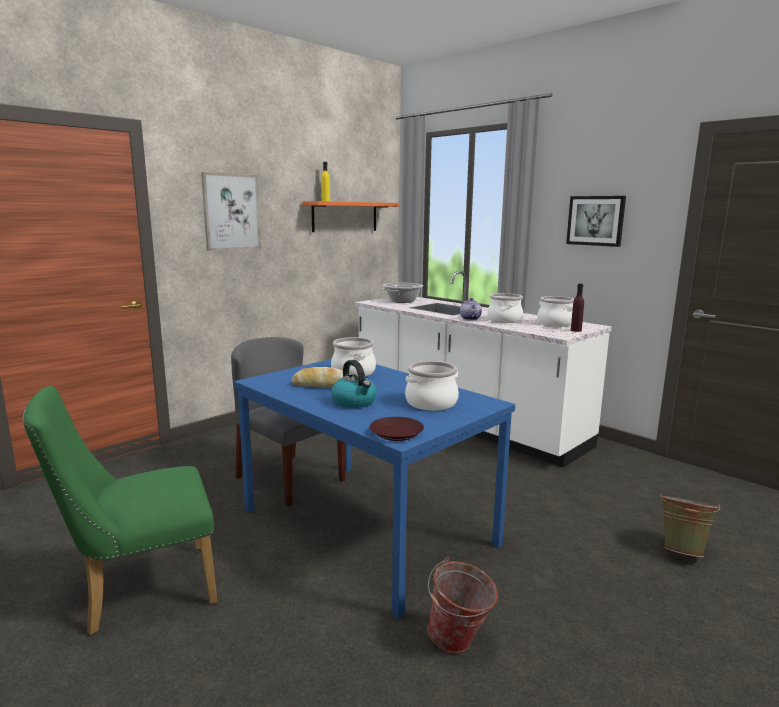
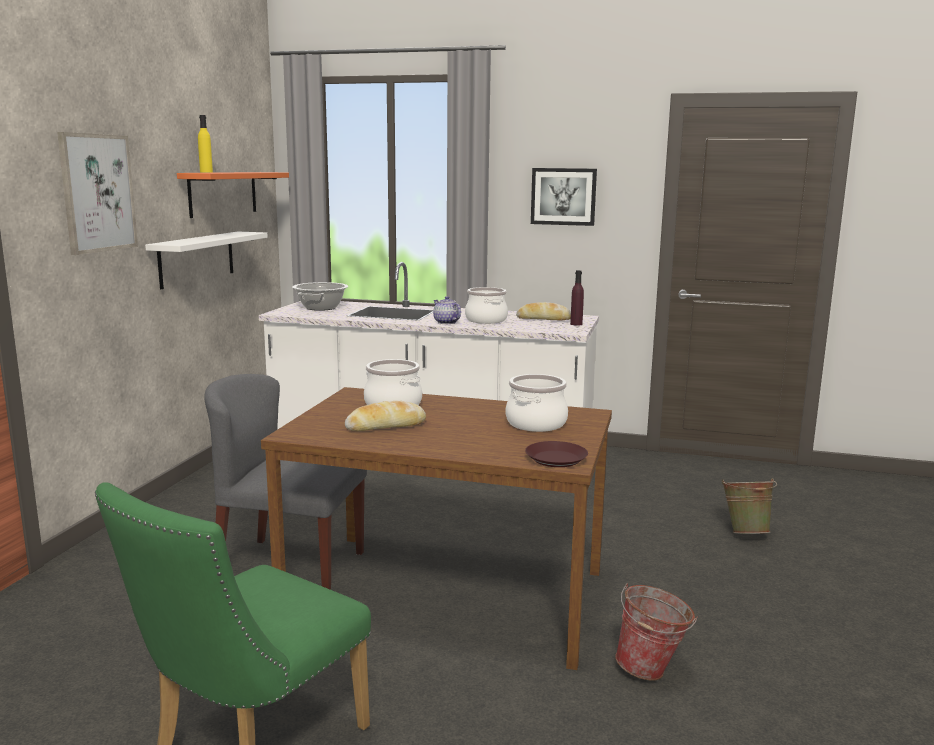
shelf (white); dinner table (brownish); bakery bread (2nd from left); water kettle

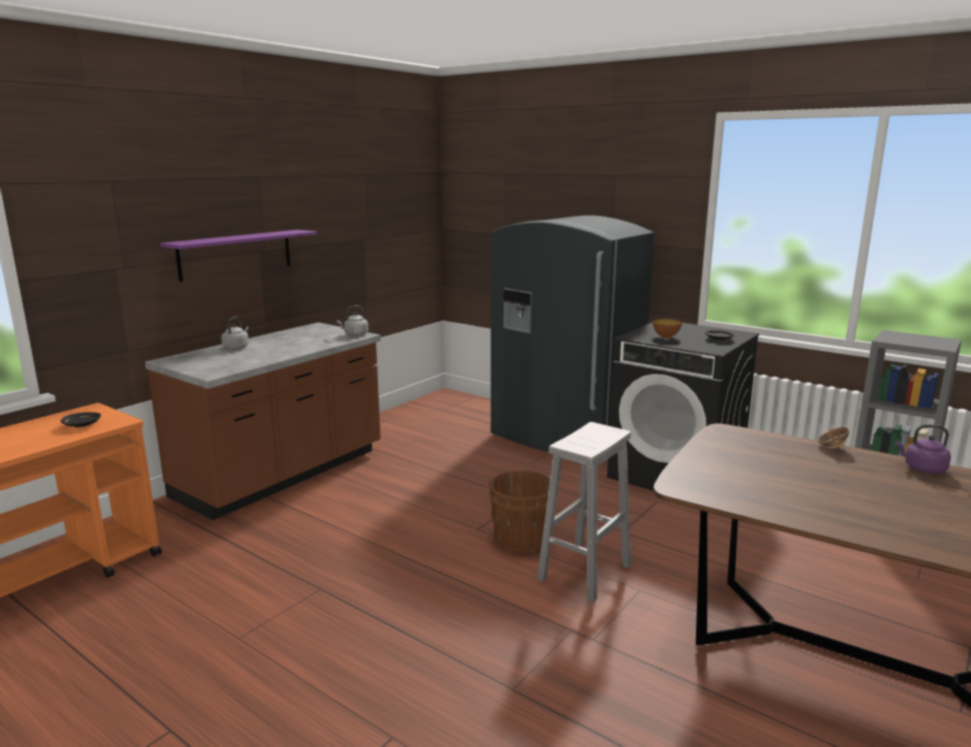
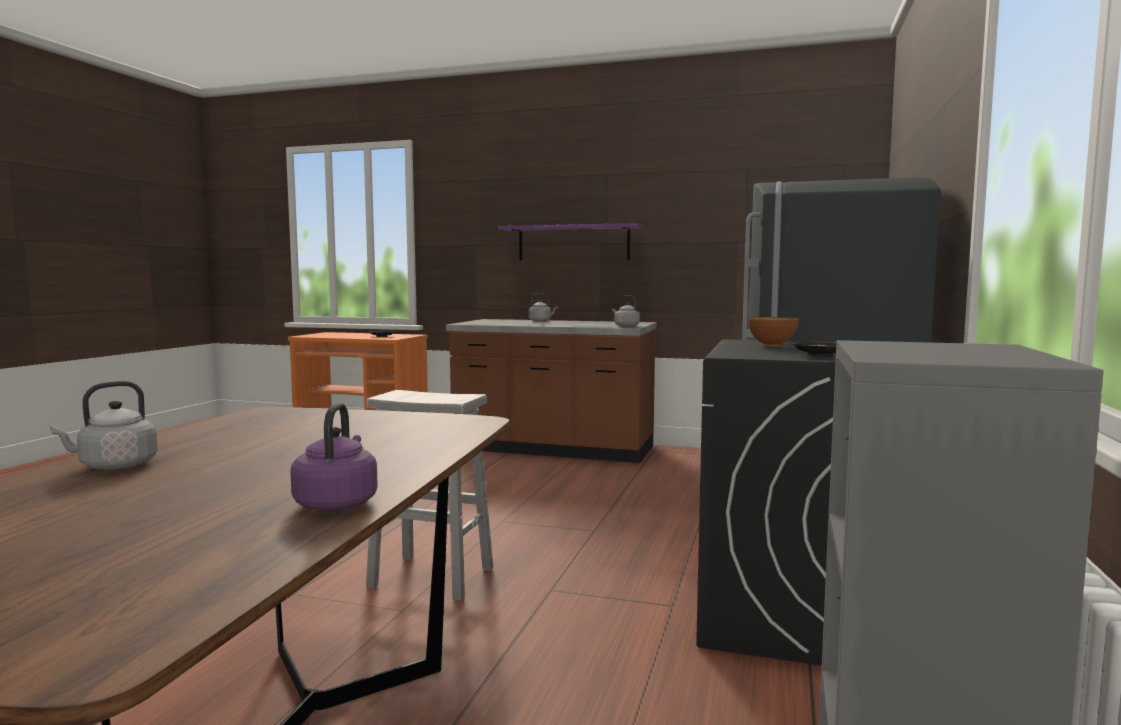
water kettle (gray) (1st from left); pail (brownish); bowl (2nd from left in the first image)

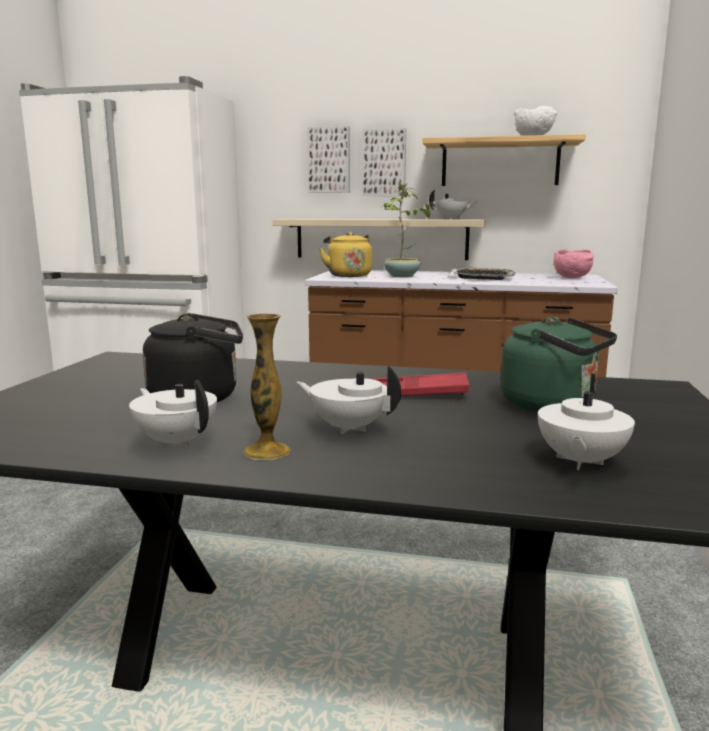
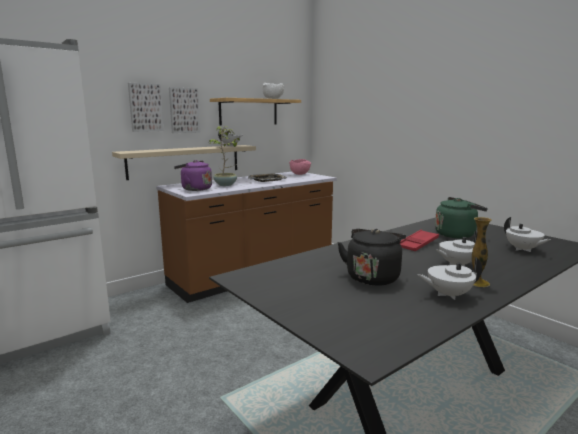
water kettle (purplish)

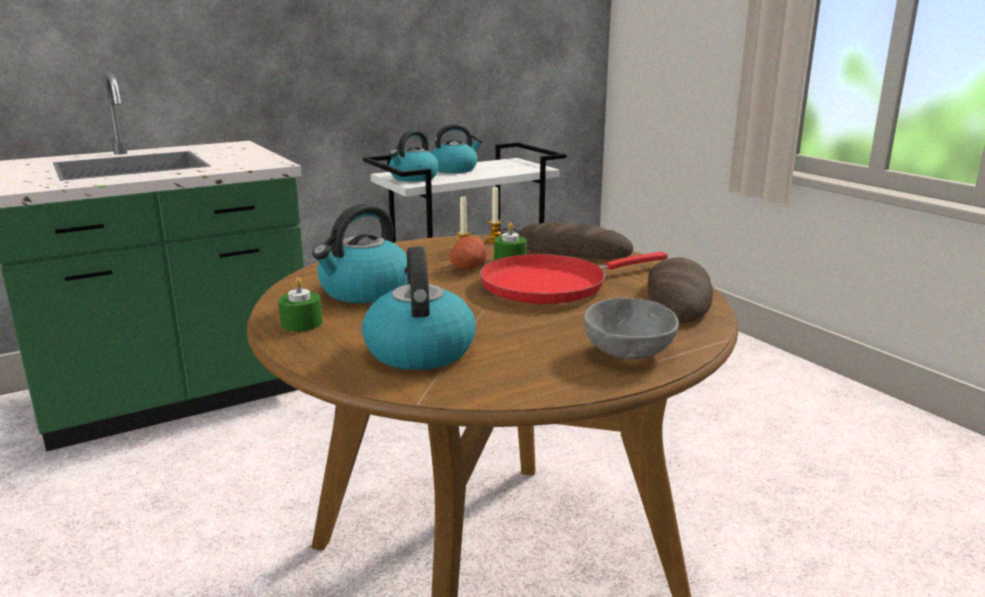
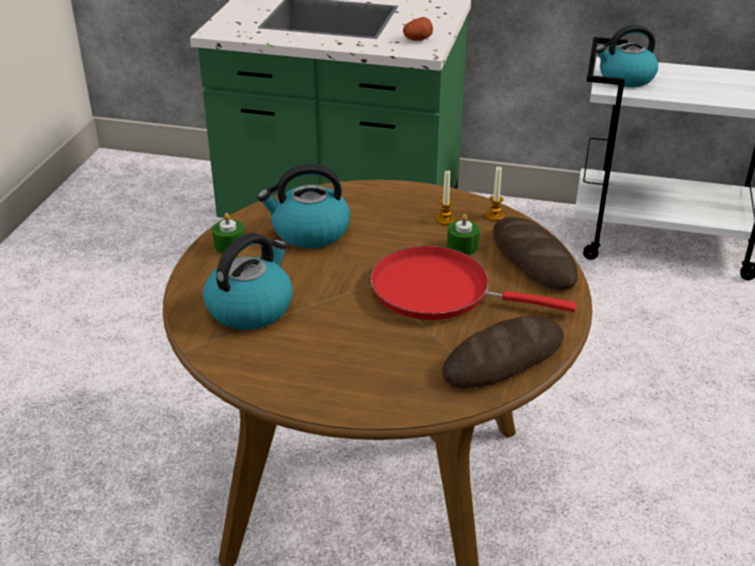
potato; water kettle (4th from left in the first image); bowl (gray)

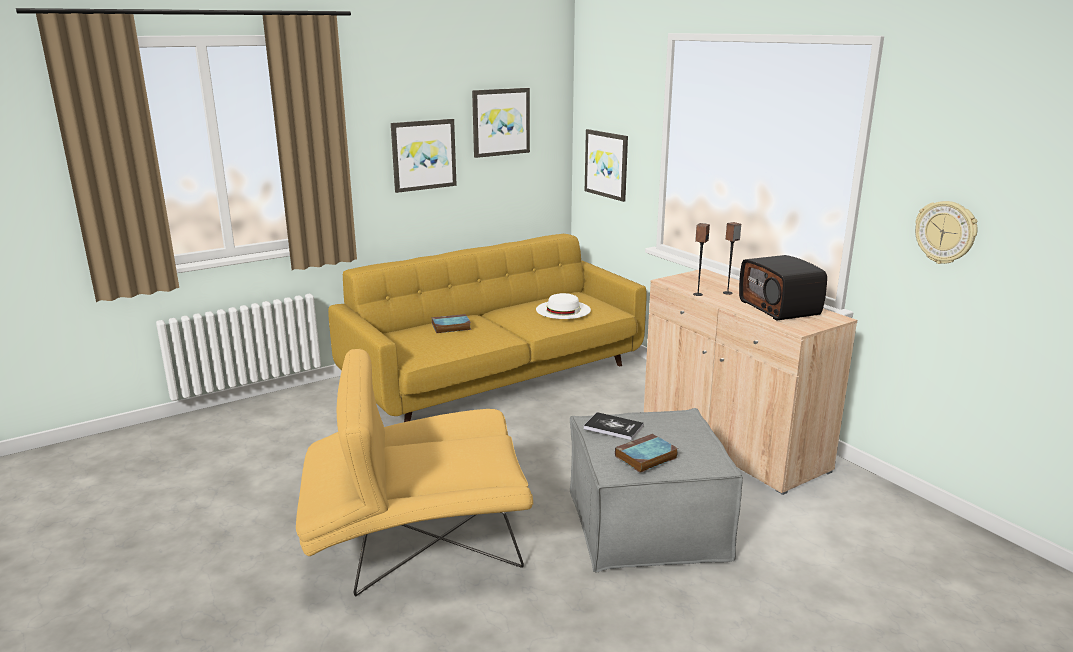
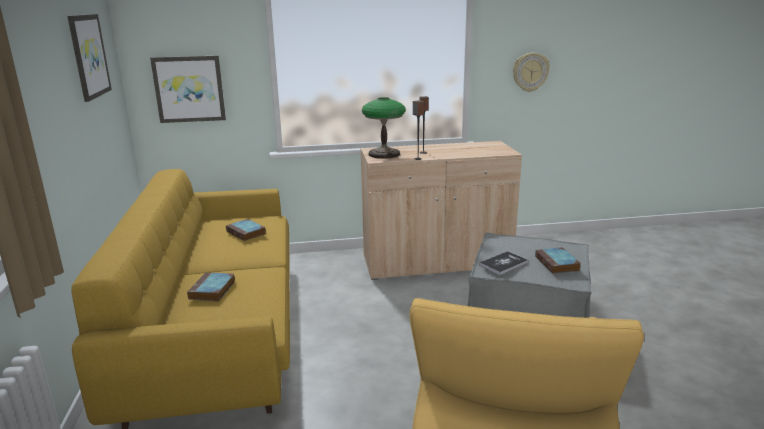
book (2nd from left); tabletop lamp; picture (1st from left in the first image); radio set

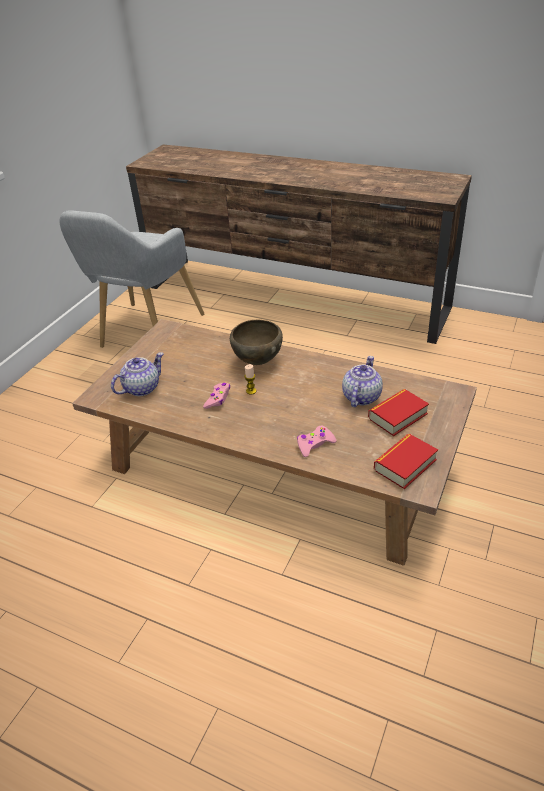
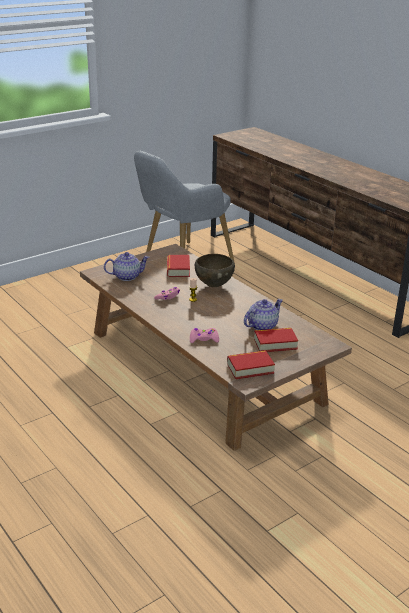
book (1st from left)

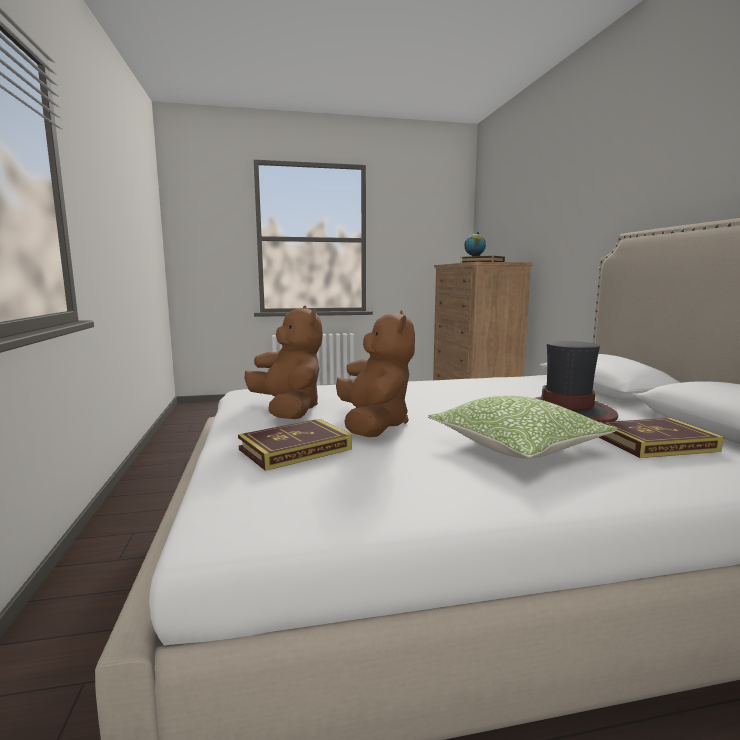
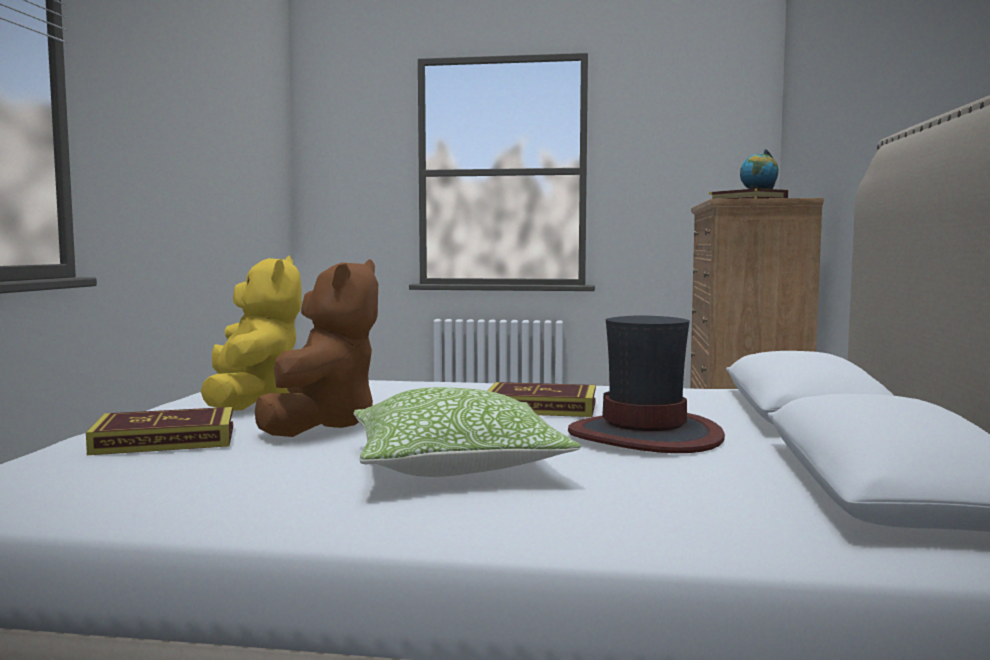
soft toy (yellowish); book (2nd from left)

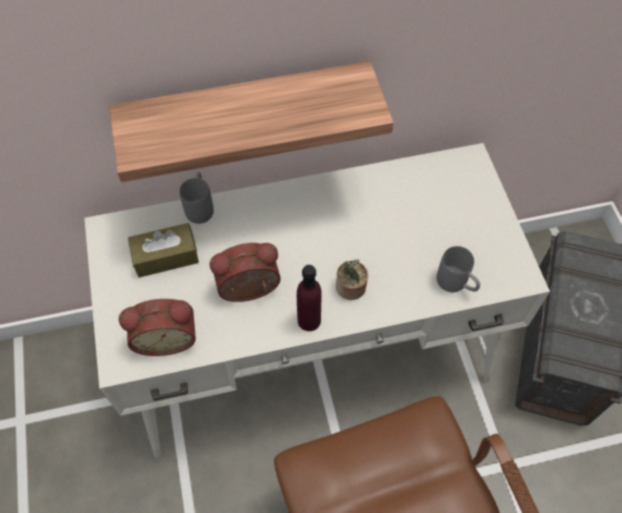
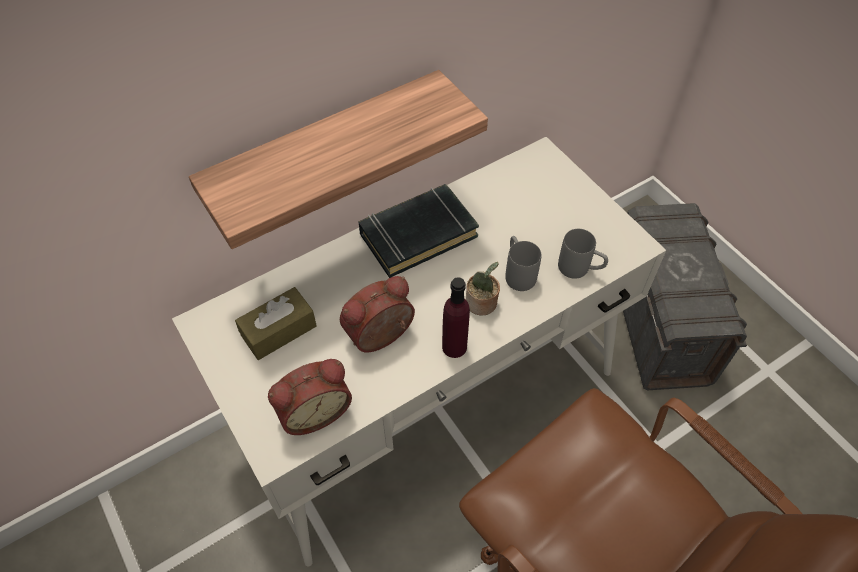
book (black); mug (gray) (1st from left)

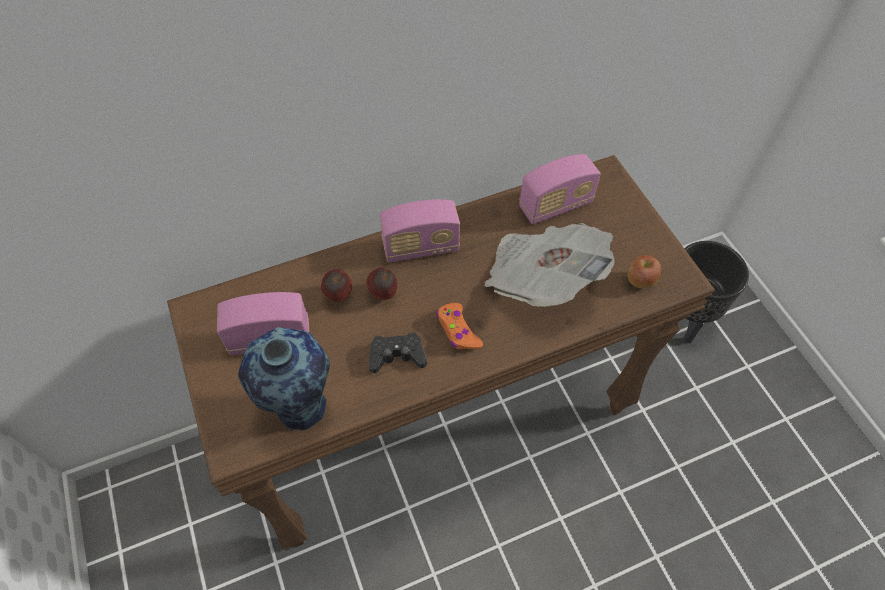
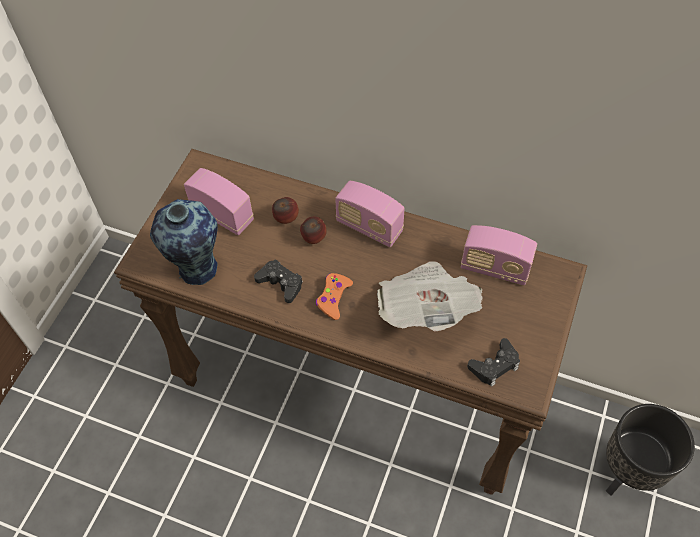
gamepad (black) (2nd from left)

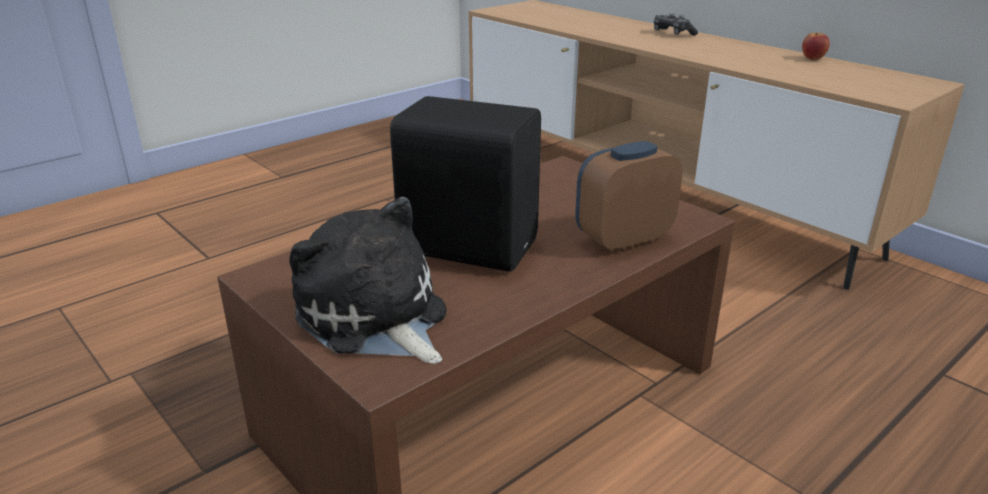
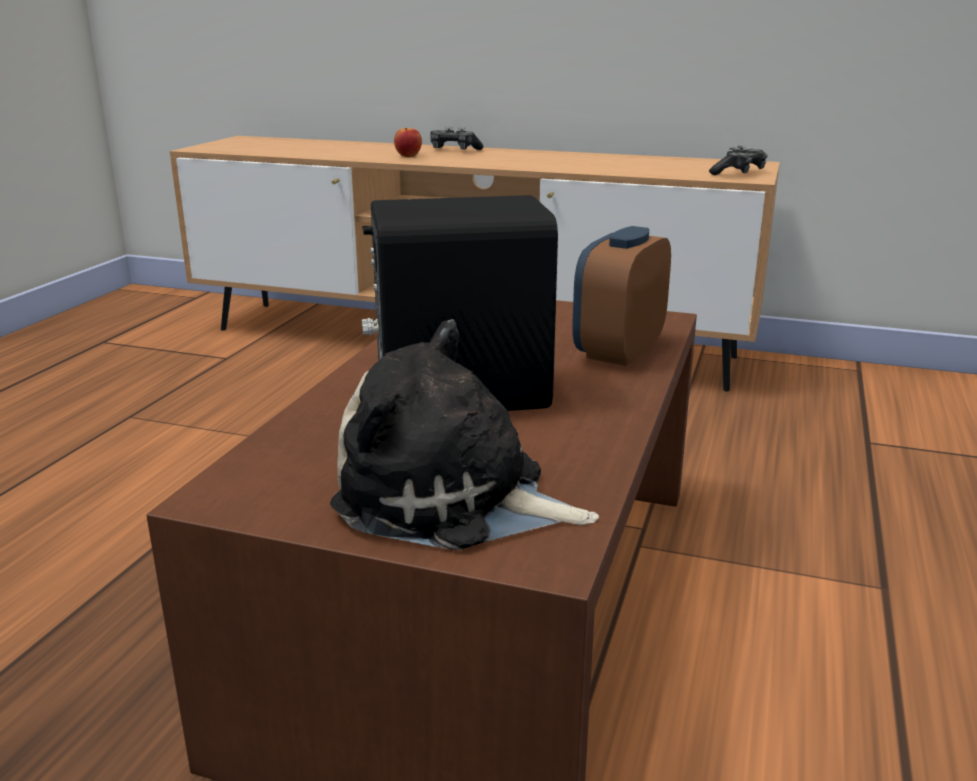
apple fruit; gamepad (2nd from left)

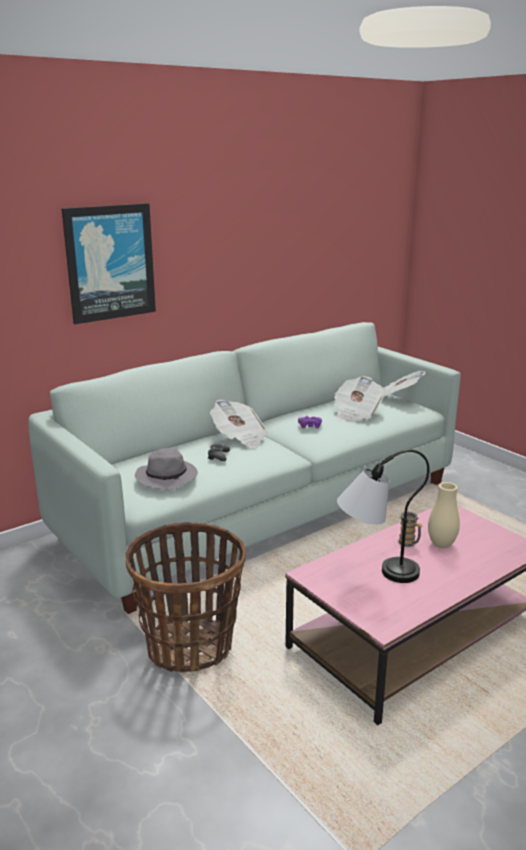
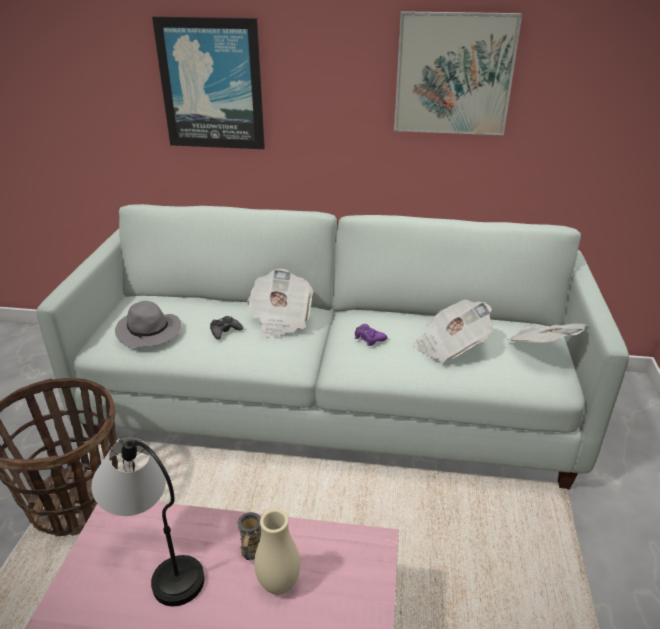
picture (2nd from left)

